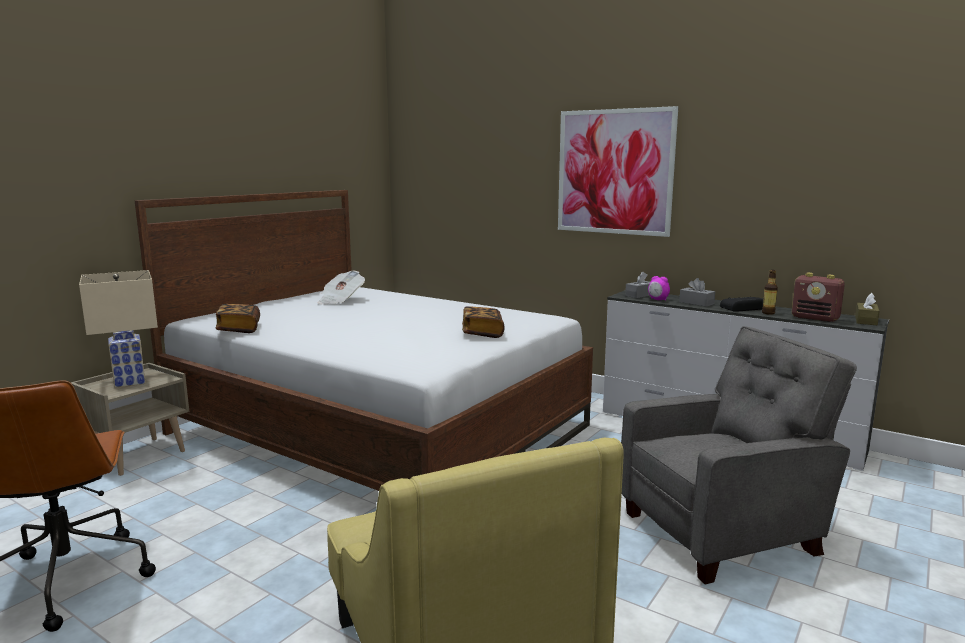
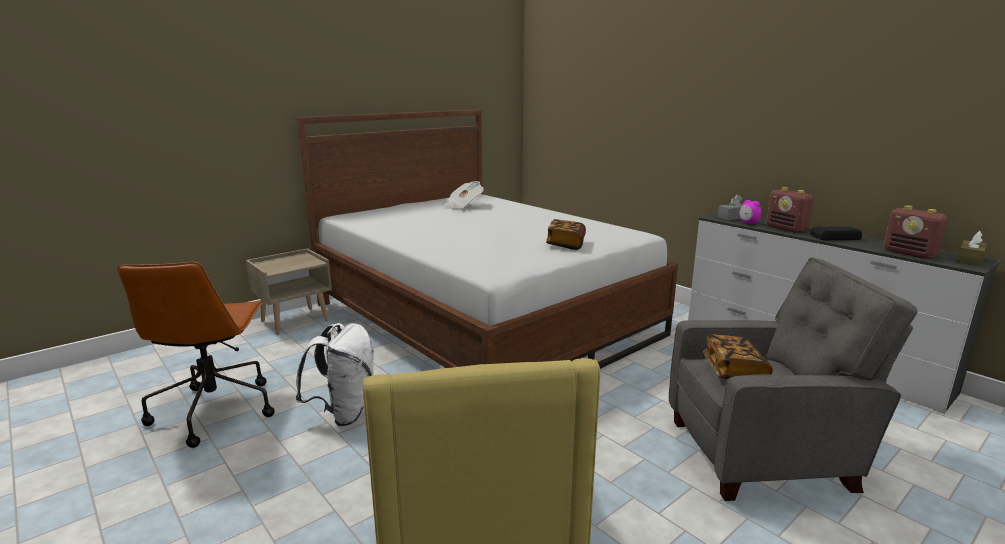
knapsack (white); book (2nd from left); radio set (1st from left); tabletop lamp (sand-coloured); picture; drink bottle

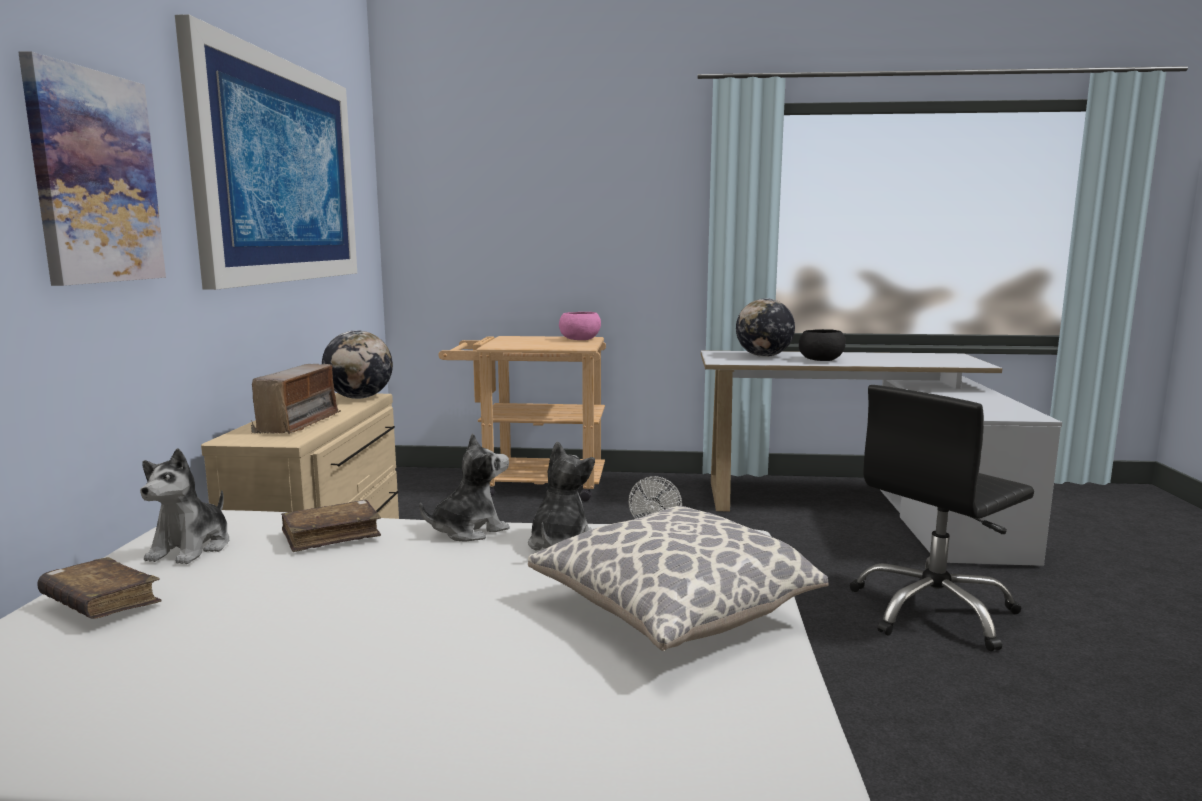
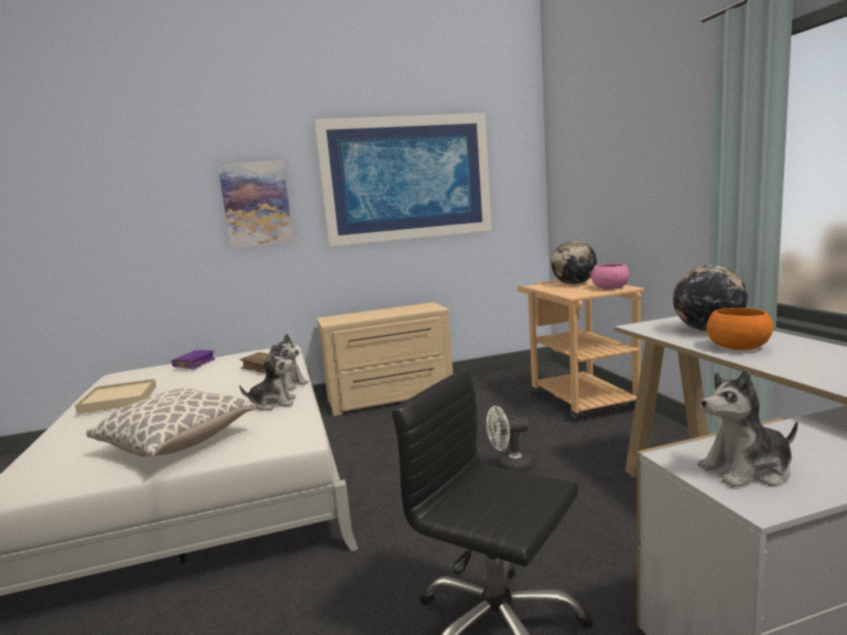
carrying tray (sand-coloured); book (purplish); world globe (1st from left); soft toy (3rd from left); bowl (orange); radio set

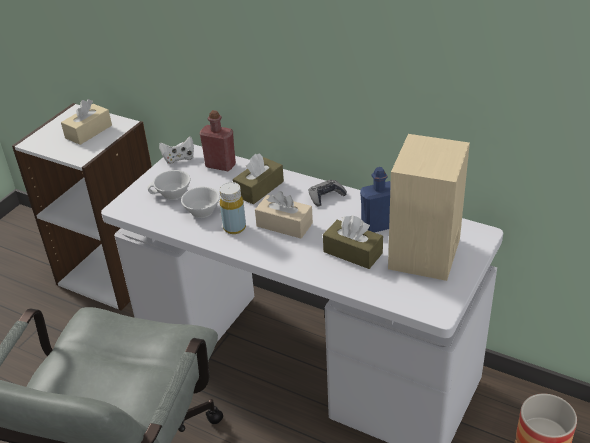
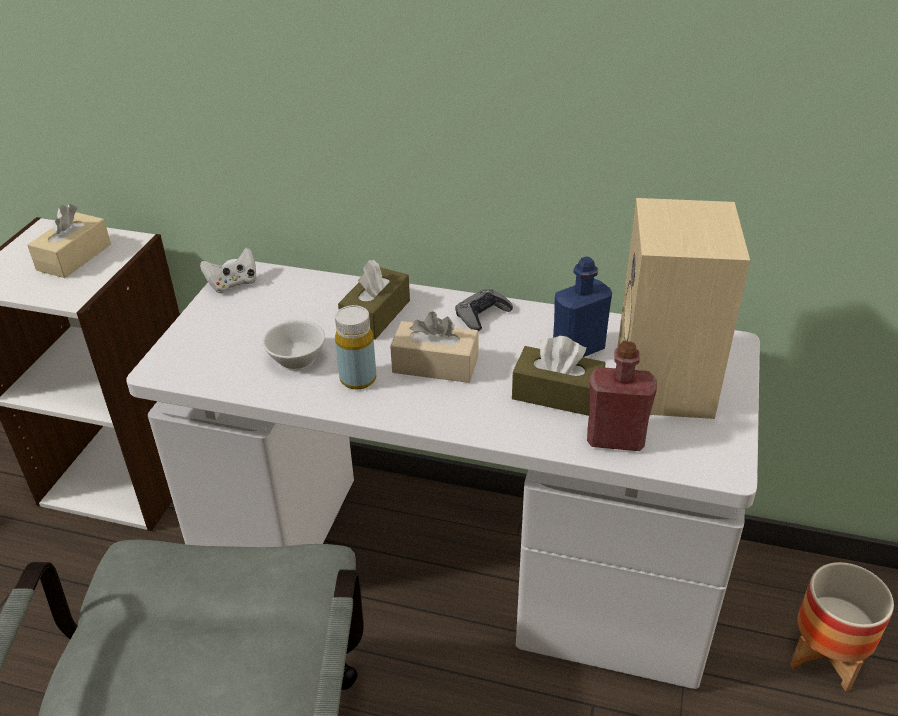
drink bottle (reddish); small cup (white) (1st from left in the first image)

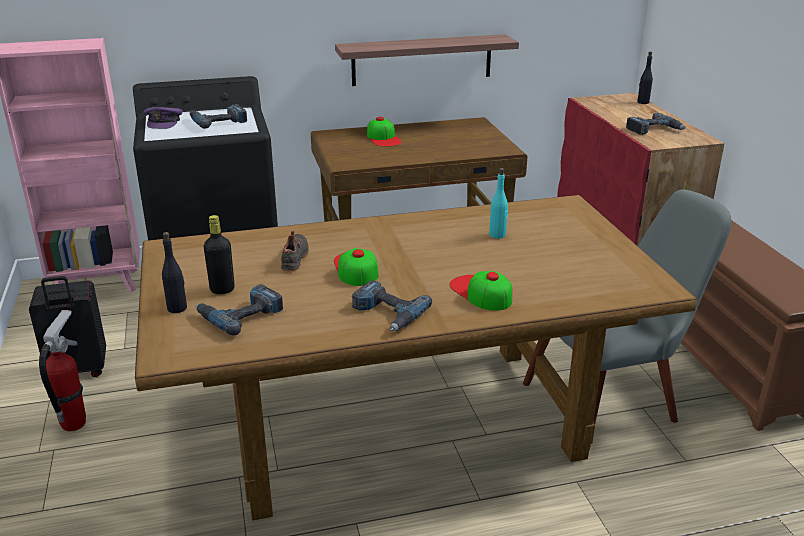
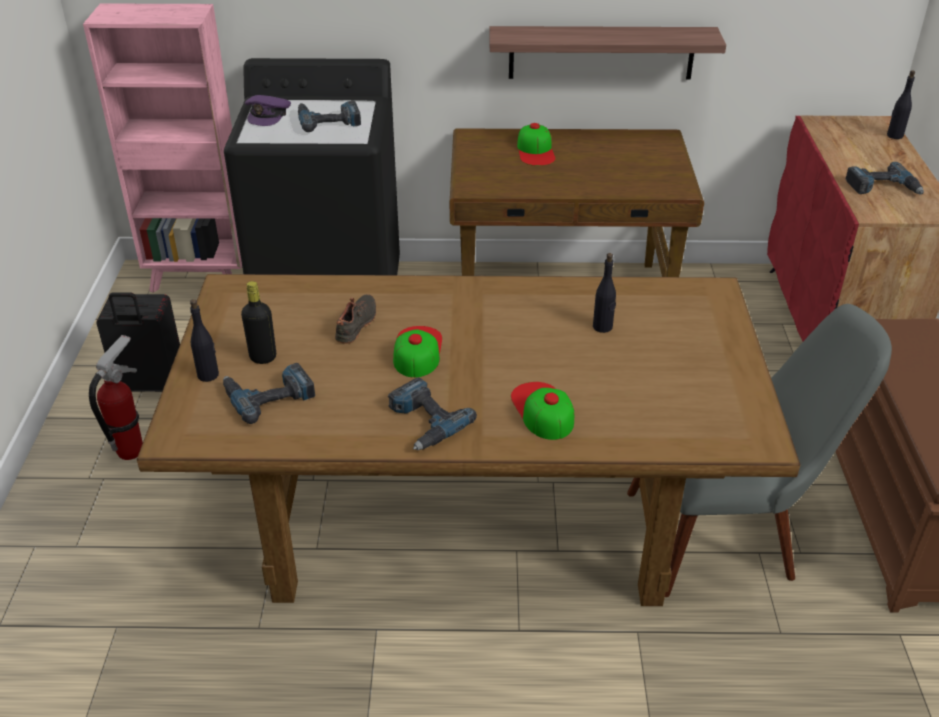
drink bottle (black) (3rd from left)

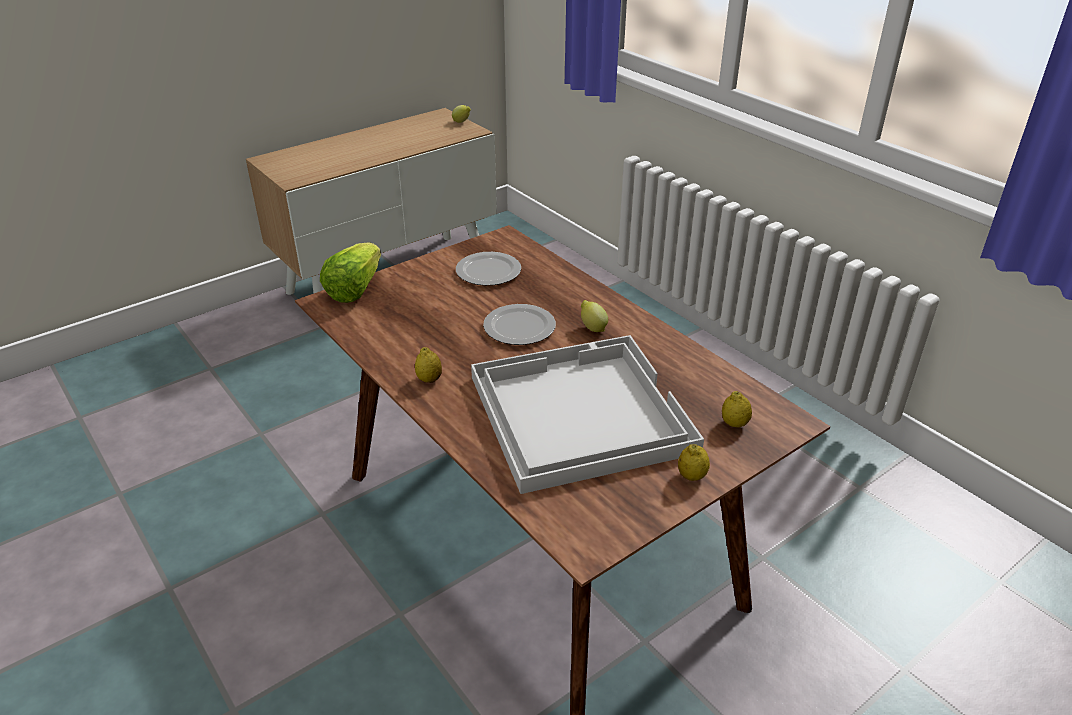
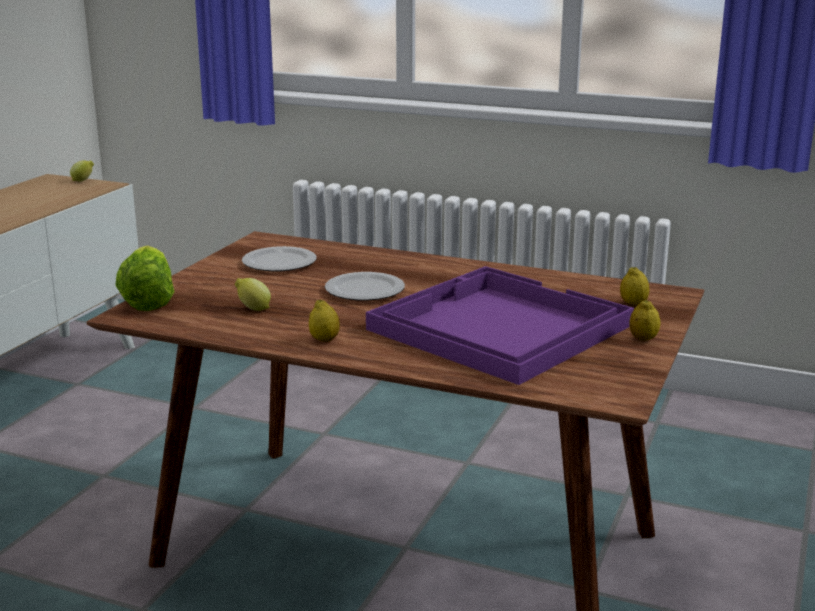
lemon (2nd from left); carrying tray (purplish)

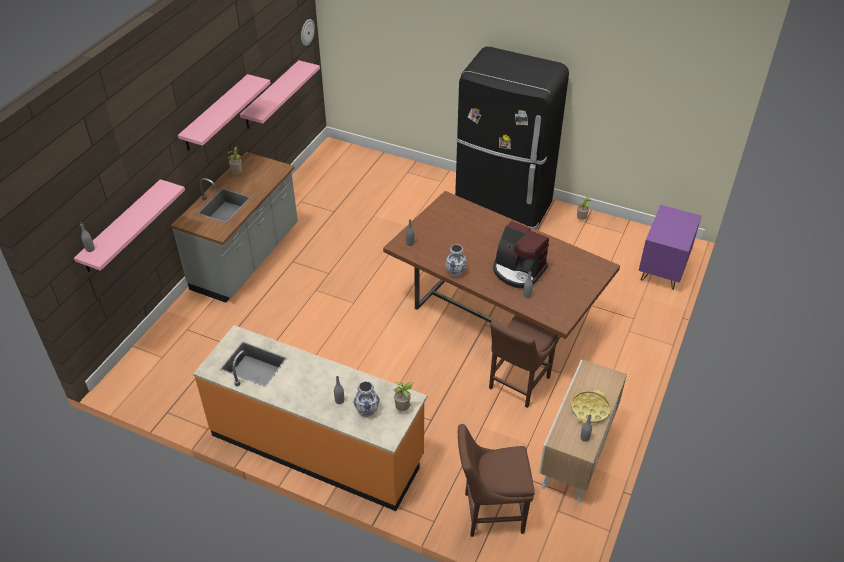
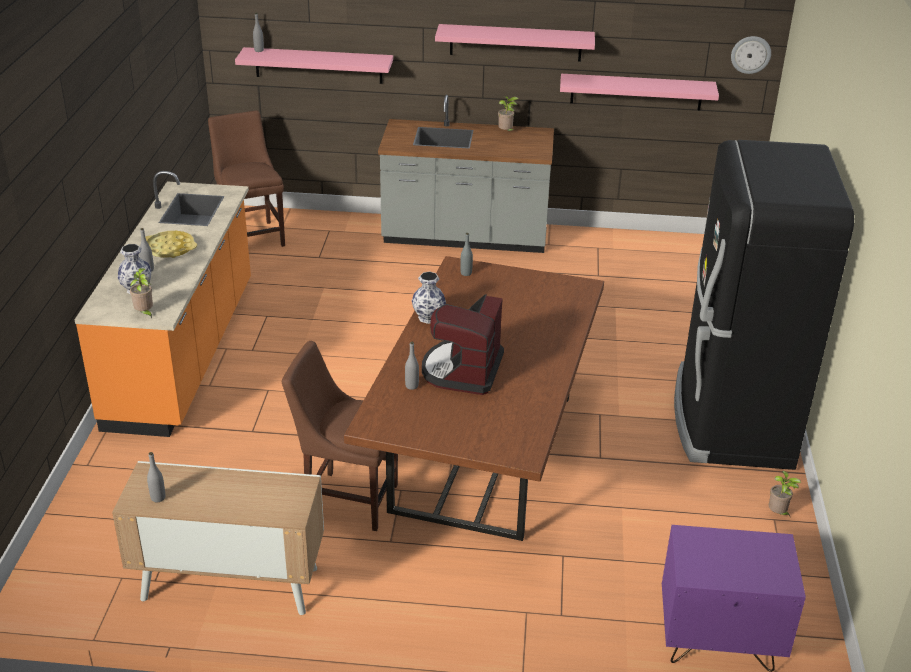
carrying tray (yellowish); upright chair (brownish) (1st from left)

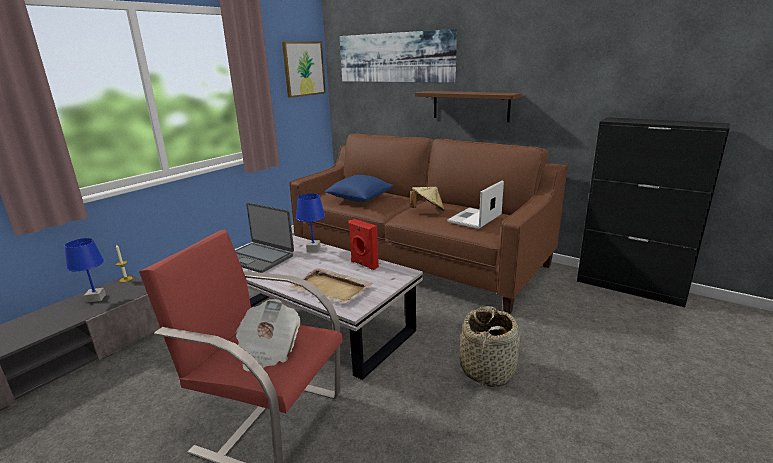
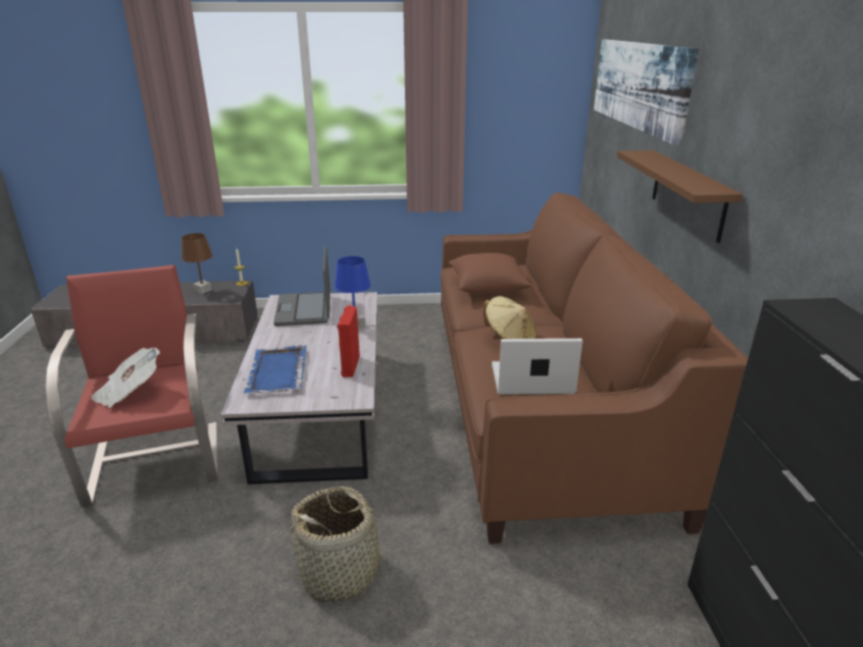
tabletop lamp (brownish); carrying tray (bluish); cushion (brownish); picture (1st from left in the first image)

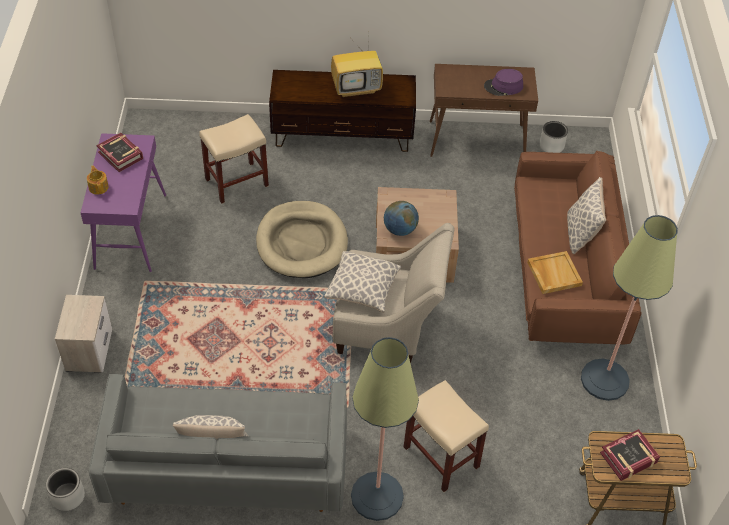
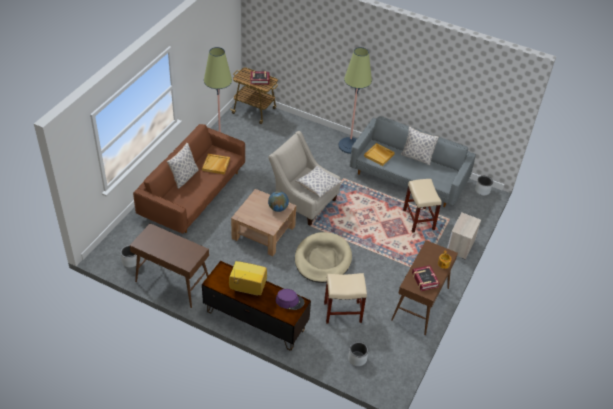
clothing hat (purplish); planter (gray) (2nd from left); carrying tray (sand-coloured) (2nd from left); hall table (brownish) (2nd from left); stool seat (sand-coloured) (2nd from left)

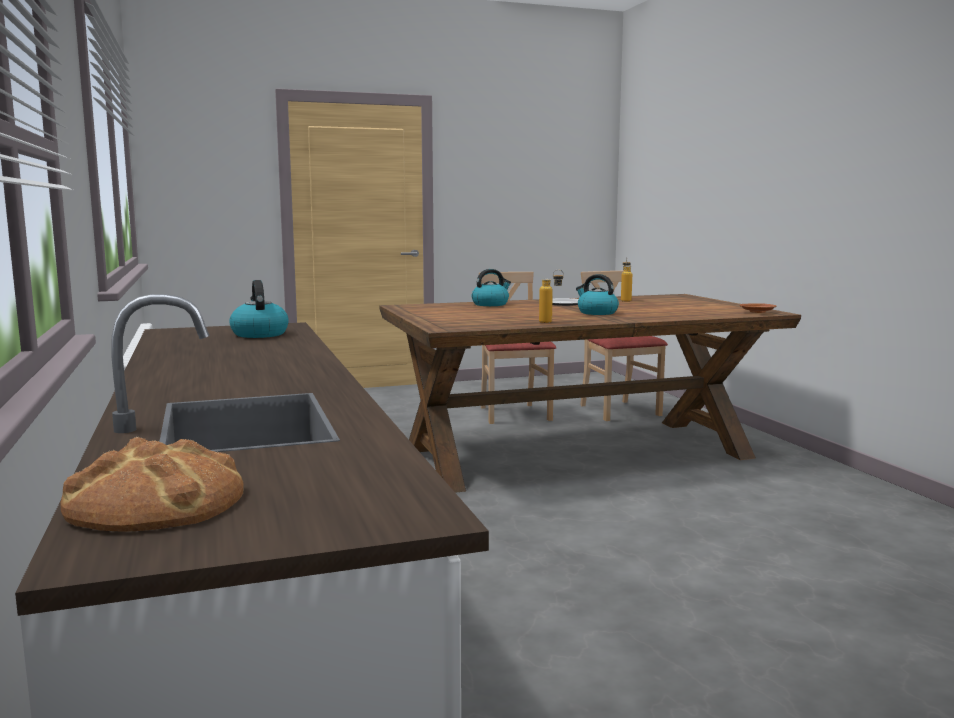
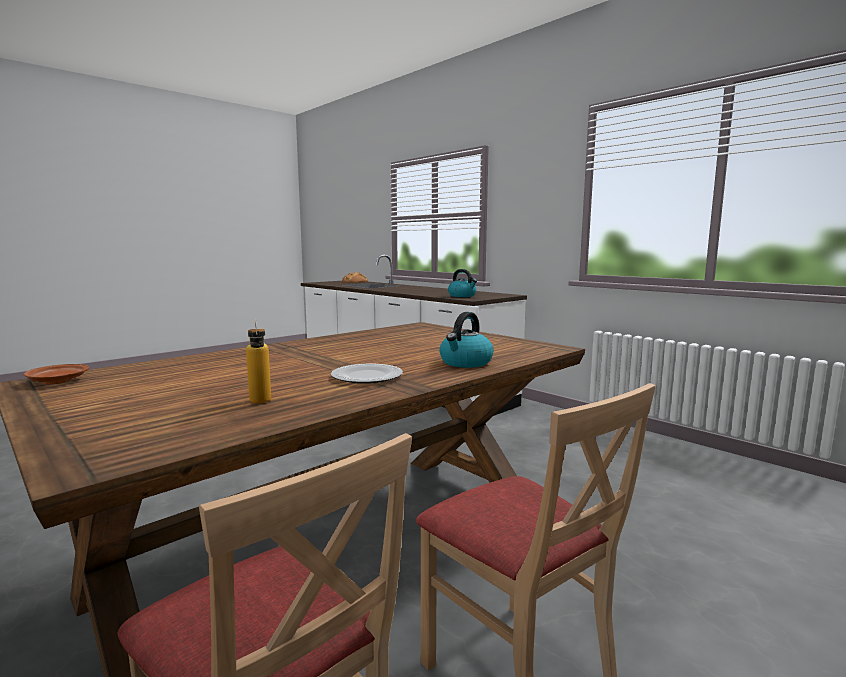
drink bottle (1st from left in the first image); water kettle (3rd from left in the first image)

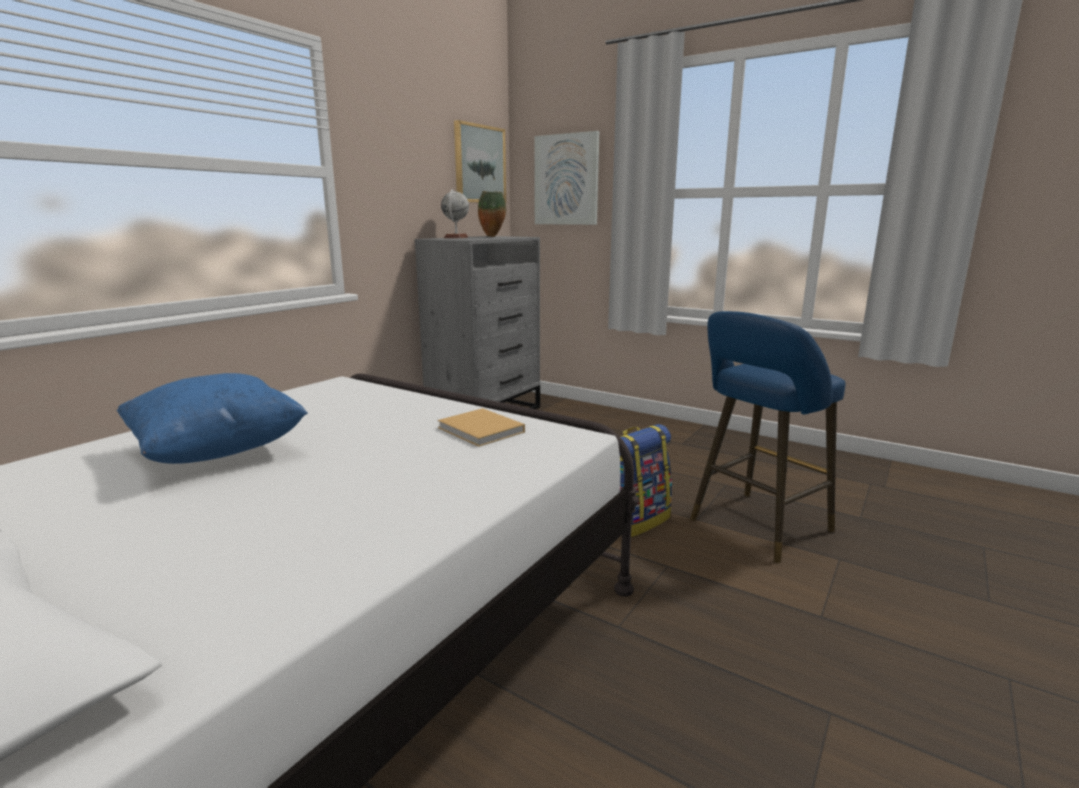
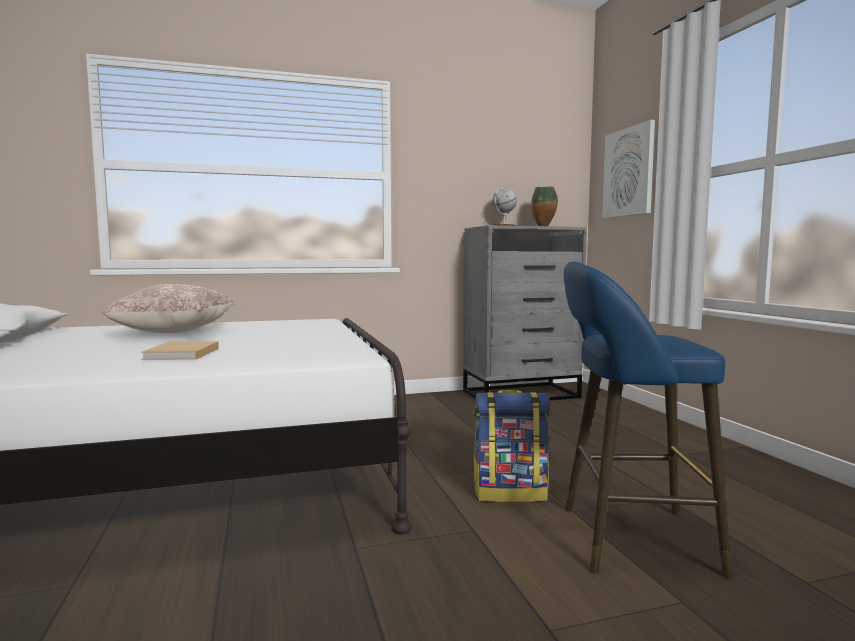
cushion (sand-coloured); book (sand-coloured); picture (1st from left in the first image)

